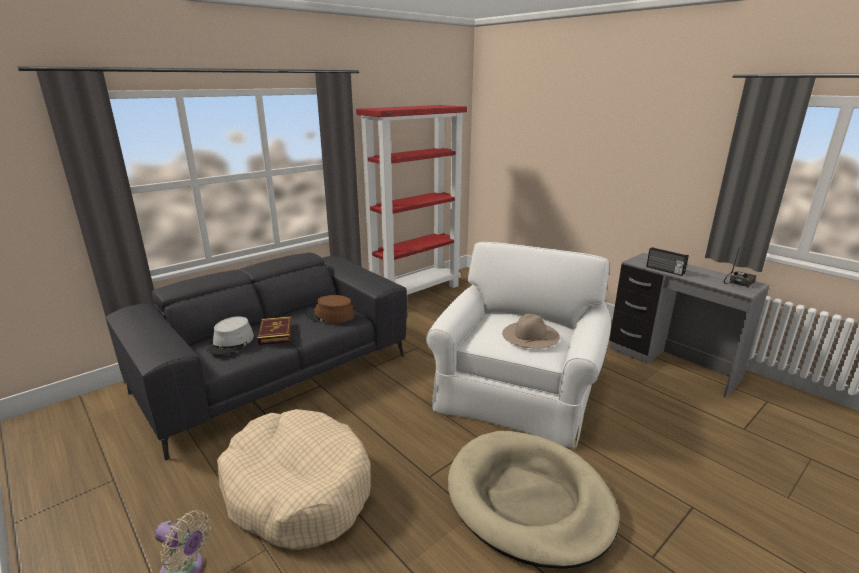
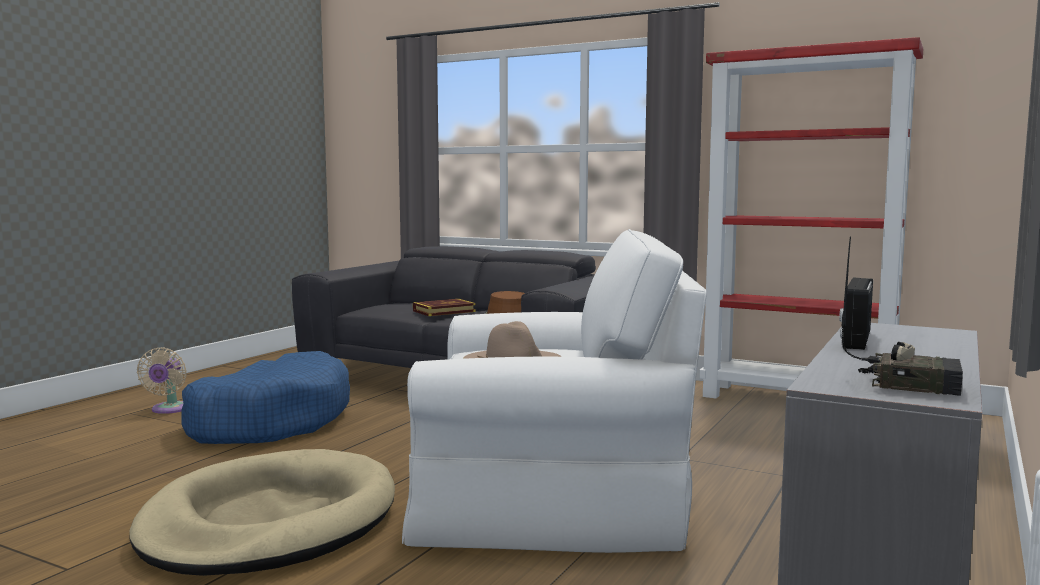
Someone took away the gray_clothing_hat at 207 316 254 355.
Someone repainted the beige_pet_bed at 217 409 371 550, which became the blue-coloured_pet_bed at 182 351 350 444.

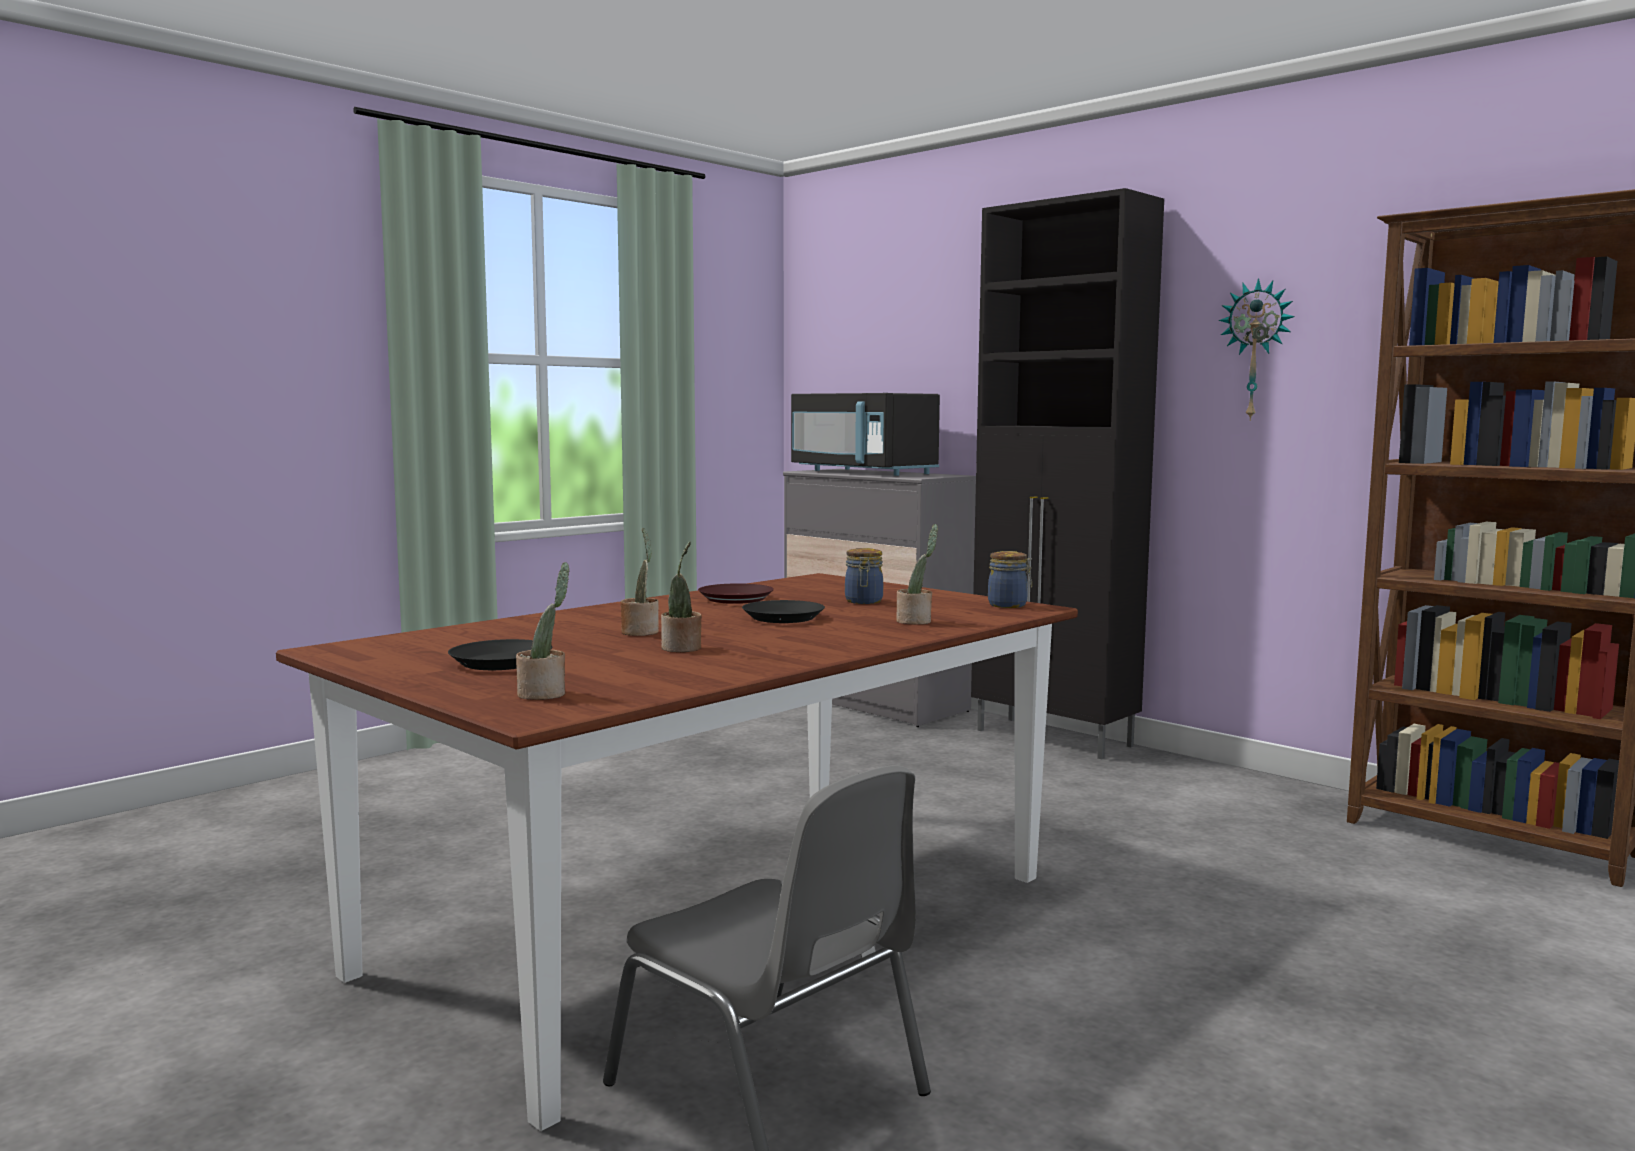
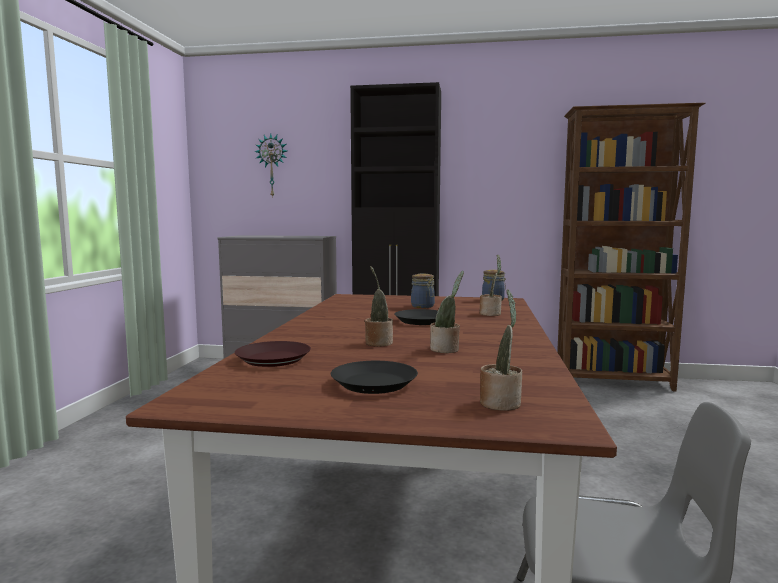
Someone took away the black-coloured_kitchen_microwave at 791 393 940 476.
Someone carried the brownish_dinner_plate from 698 583 774 604 to 235 341 311 367.
Someone carried the clock_on_the_wall from 1219 278 1295 421 to 254 134 287 198.

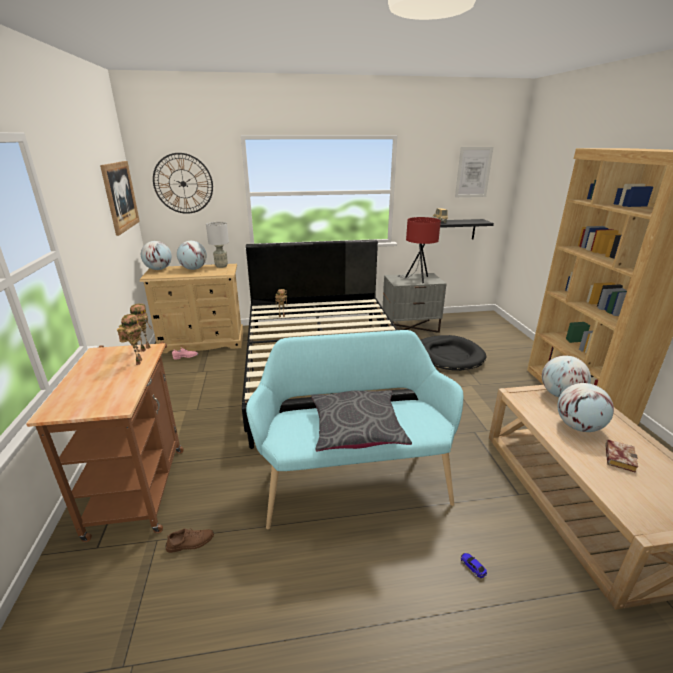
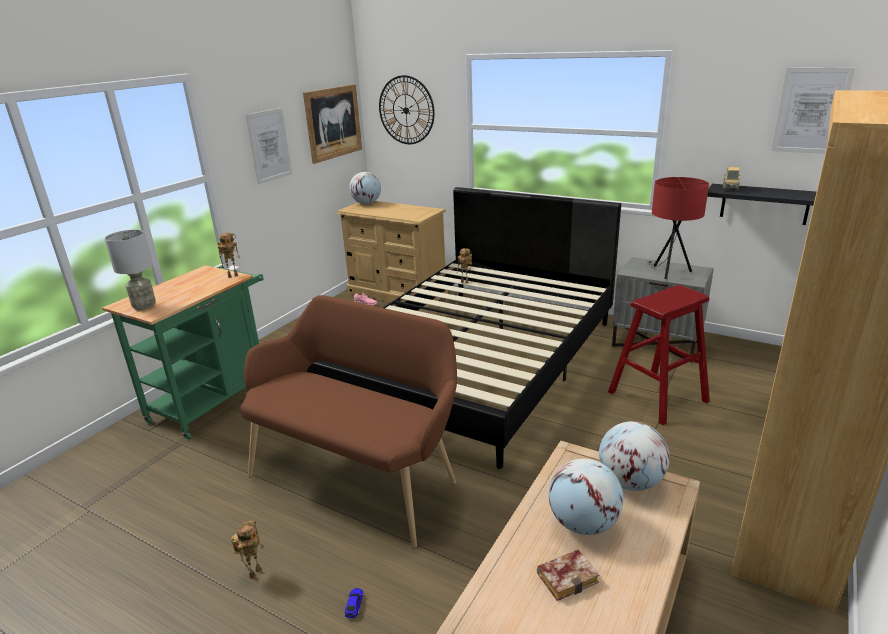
Someone took away the brownish_low_shoe at 166 528 214 553.
Someone took away the desk_globe at 177 241 207 270.
Someone took away the gray_cushion at 311 390 412 452.
Someone put up the picture at 246 108 292 184.
Someone carried the toy_robot from 117 314 142 365 to 231 521 264 579.
Someone carried the gray_tabletop_lamp from 206 222 229 268 to 104 230 156 310.
Someone swapped the black-coloured_pet_bed at 420 335 486 371 for the reddish_sitting_stool at 608 285 710 425.
Someone repainted the brownish_trolley at 26 341 184 542, which became the green_trolley at 102 265 264 440.
Someone repainted the turquoise-coloured_bench at 246 330 463 529, which became the brownish_bench at 240 295 457 548.

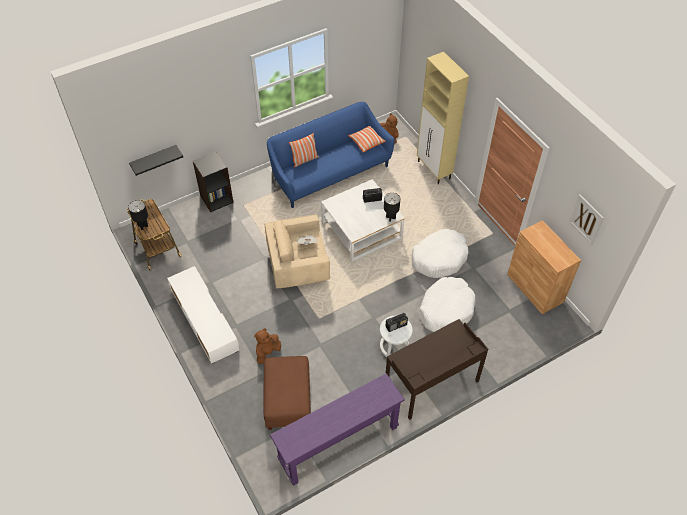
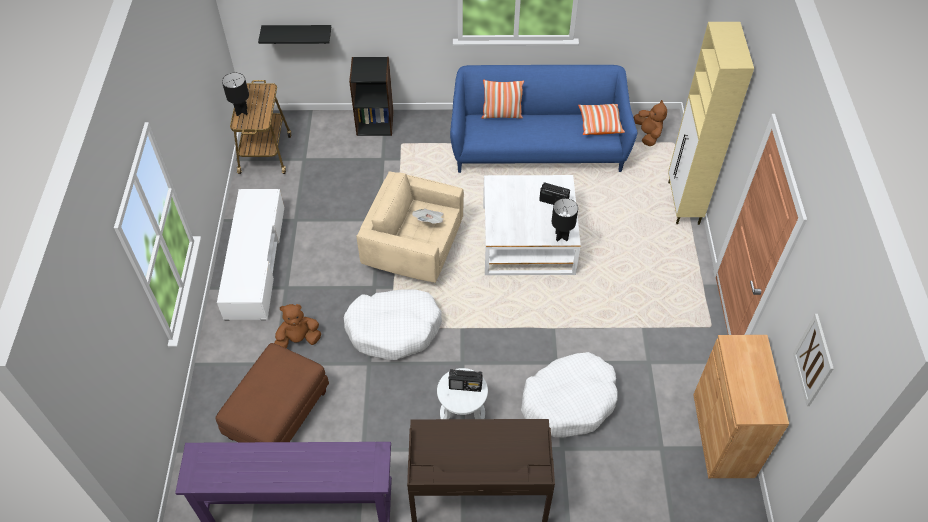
Someone carried the white_pet_bed from 411 229 469 278 to 343 290 442 360.

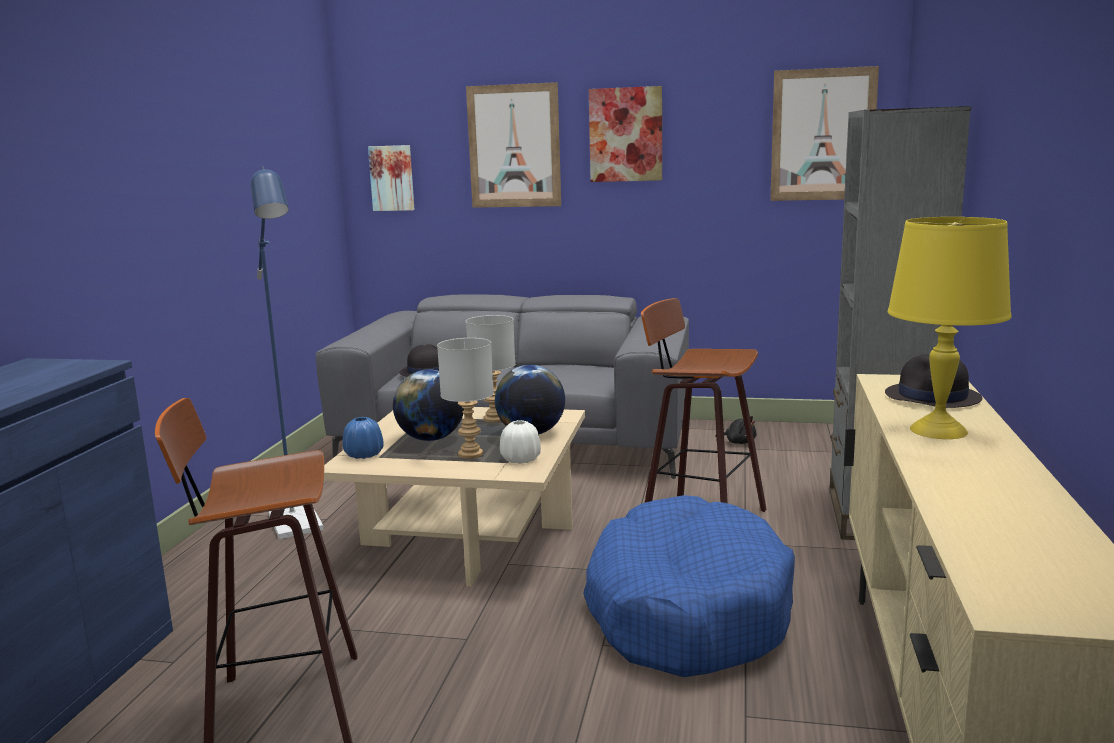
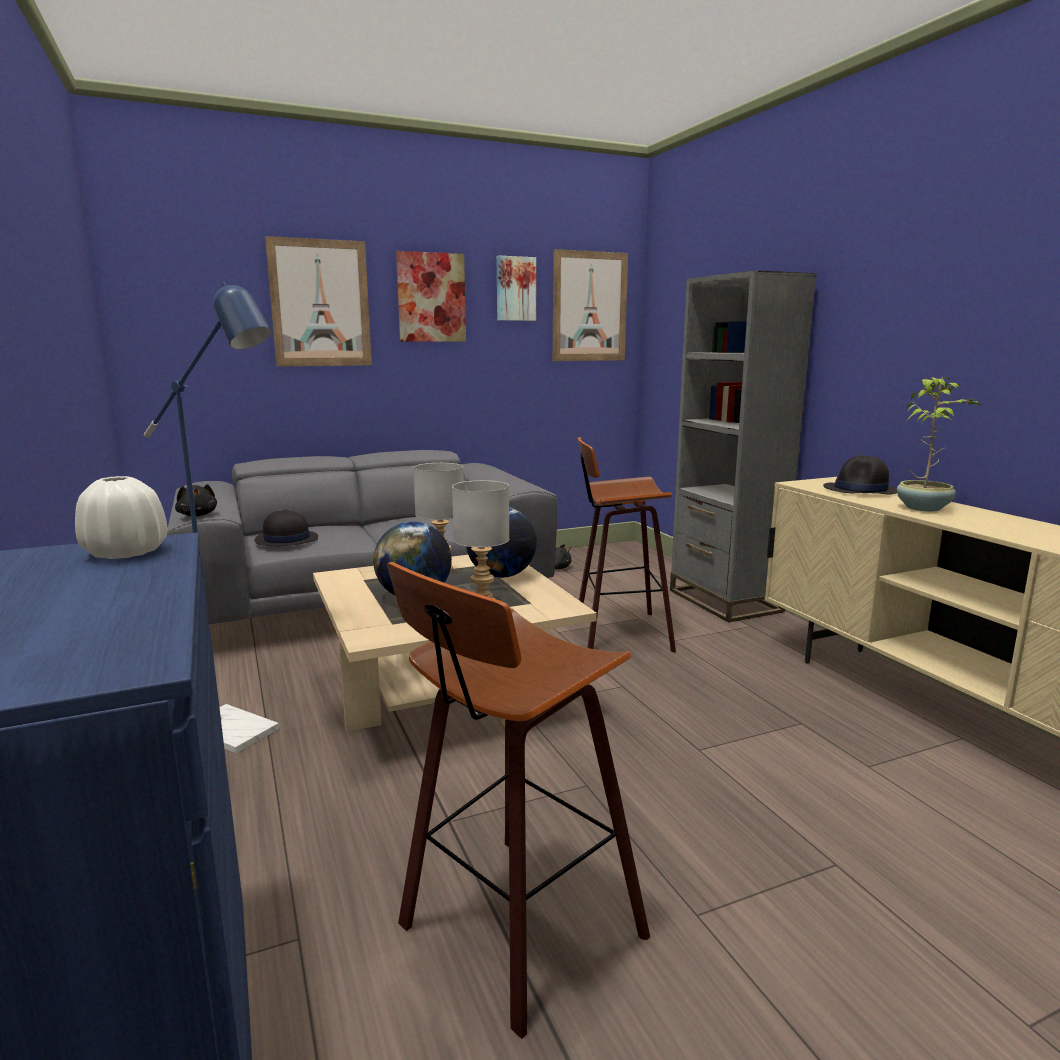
Someone took away the blue-coloured_decorative_vase at 343 417 384 459.
Someone took away the blue-coloured_pet_bed at 583 495 795 677.
Someone put down the black-coloured_plush_toy at 175 484 217 516.
Someone carried the picture from 368 145 415 211 to 497 256 536 321.
Someone carried the white_decorative_vase from 500 420 541 464 to 75 476 168 559.
Someone swapped the yellow_tabletop_lamp at 888 217 1012 439 for the plant_in_a_pot at 897 377 980 512.

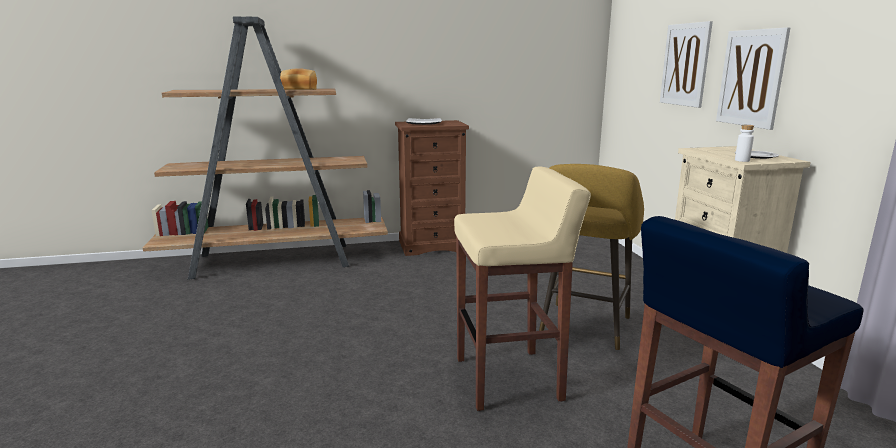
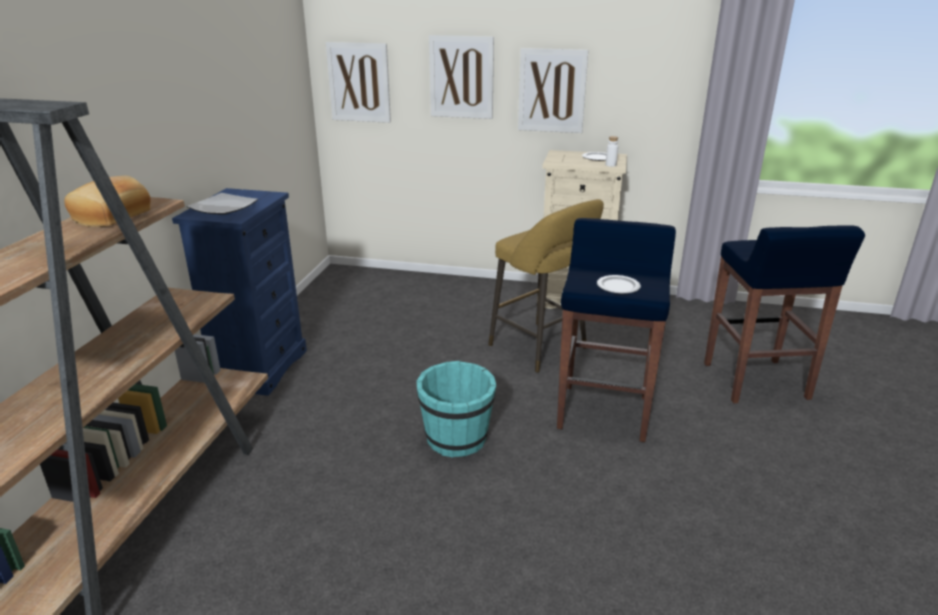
Someone put up the picture at 326 42 391 123.
Someone put down the turquoise-coloured_water_bucket at 416 361 496 457.
Someone put down the dinner_plate at 597 275 641 294.
Someone repainted the brownish_dresser at 395 120 469 256, which became the blue-coloured_dresser at 172 188 307 396.
Someone repainted the beige_sitting_stool at 454 167 591 411, which became the blue-coloured_sitting_stool at 557 218 676 442.

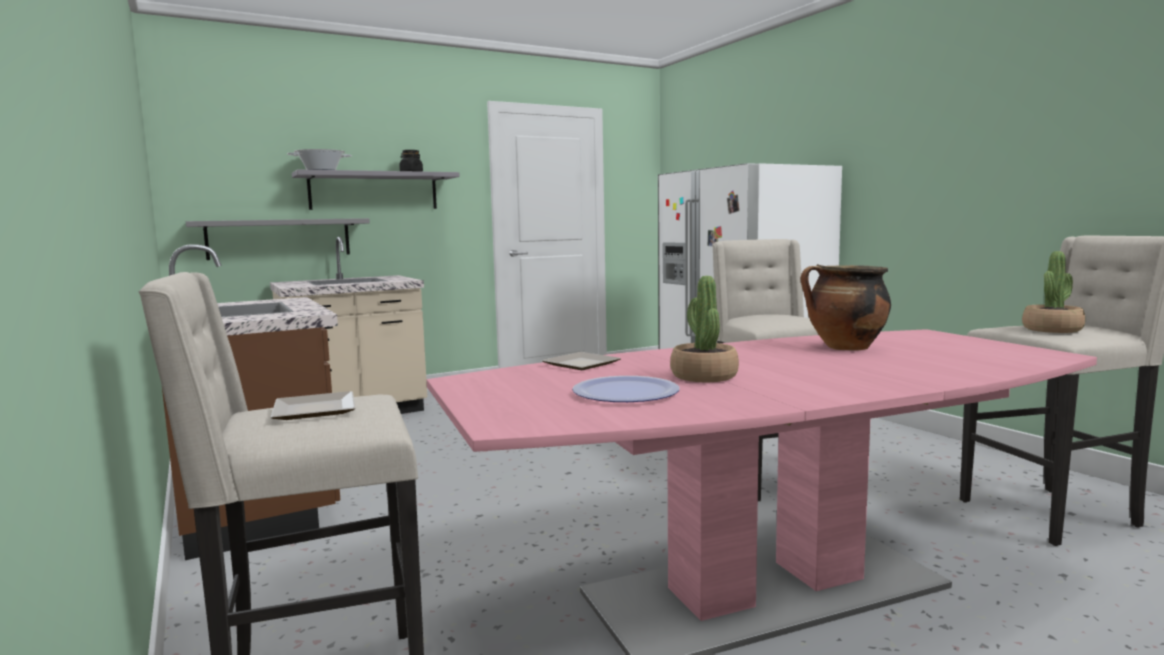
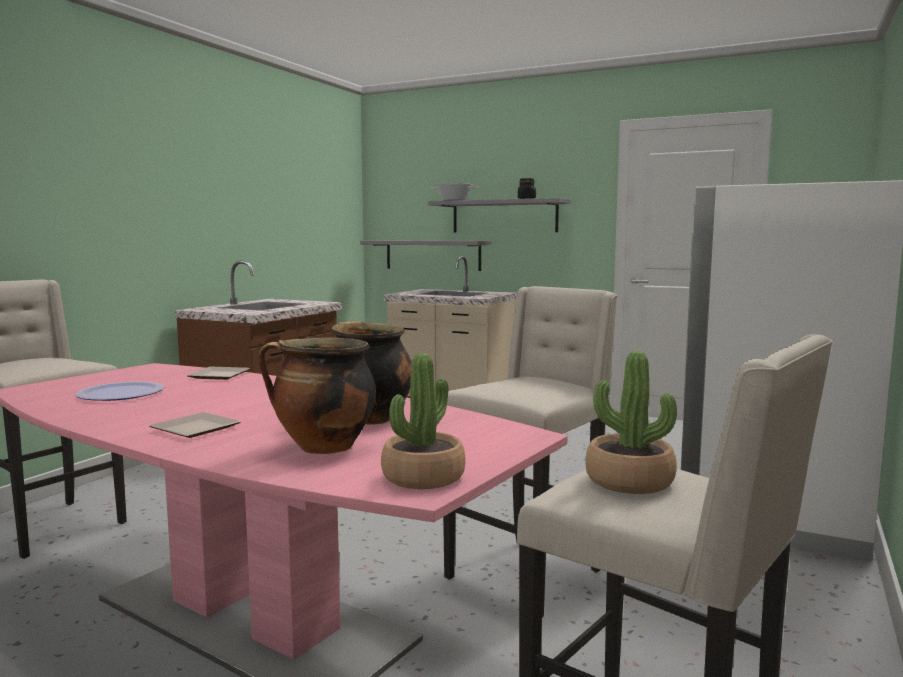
Someone put down the saucepot at 258 337 376 454.
Someone carried the dinner_plate from 271 391 355 420 to 149 412 241 438.
Someone carried the plant_in_a_pot from 670 276 739 382 to 381 353 466 489.

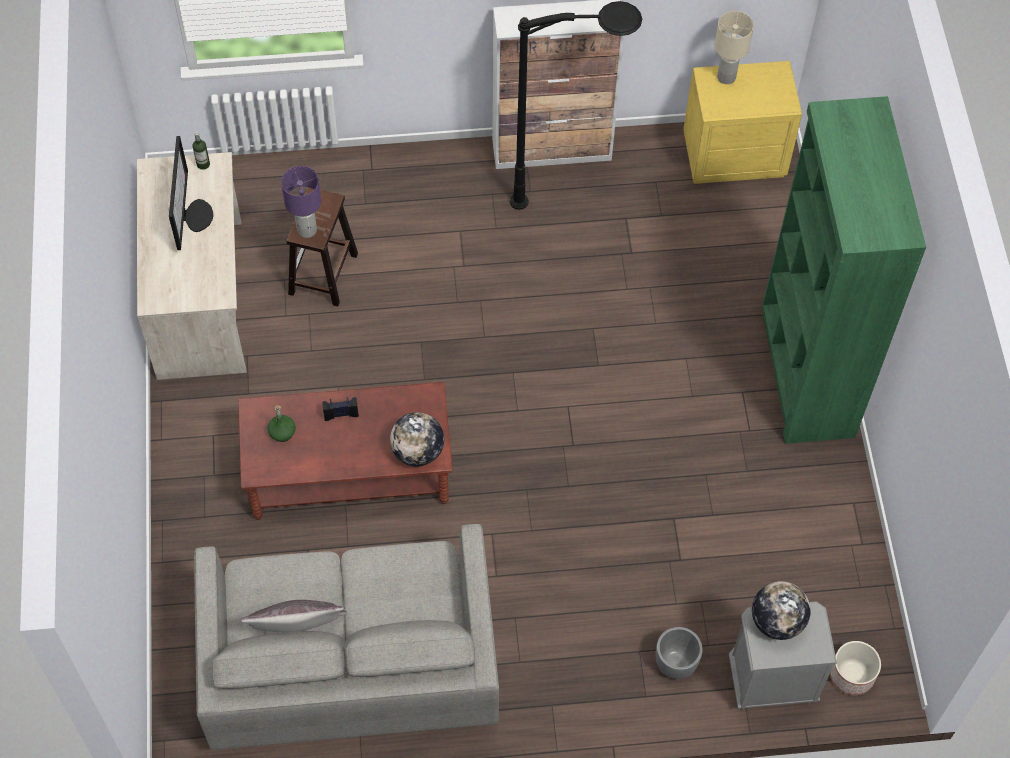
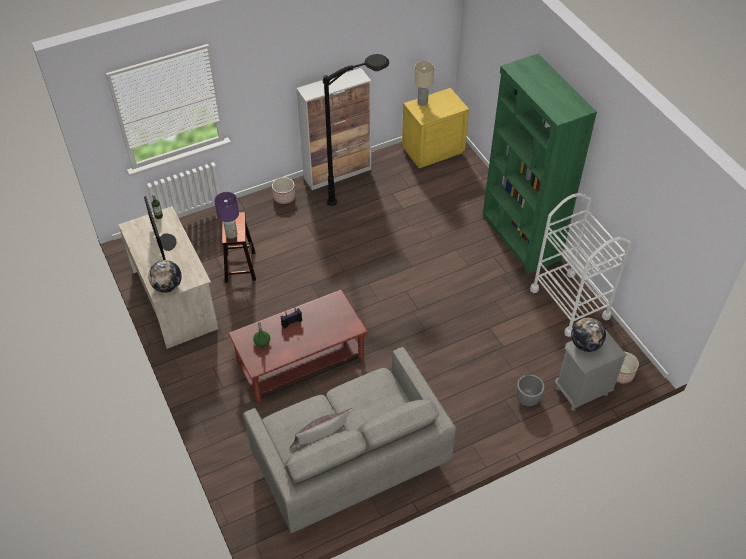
Someone put down the flower_pot at 272 177 295 204.
Someone put down the white_trolley at 530 193 631 337.
Someone carried the desk_globe from 390 412 444 467 to 148 260 182 293.

